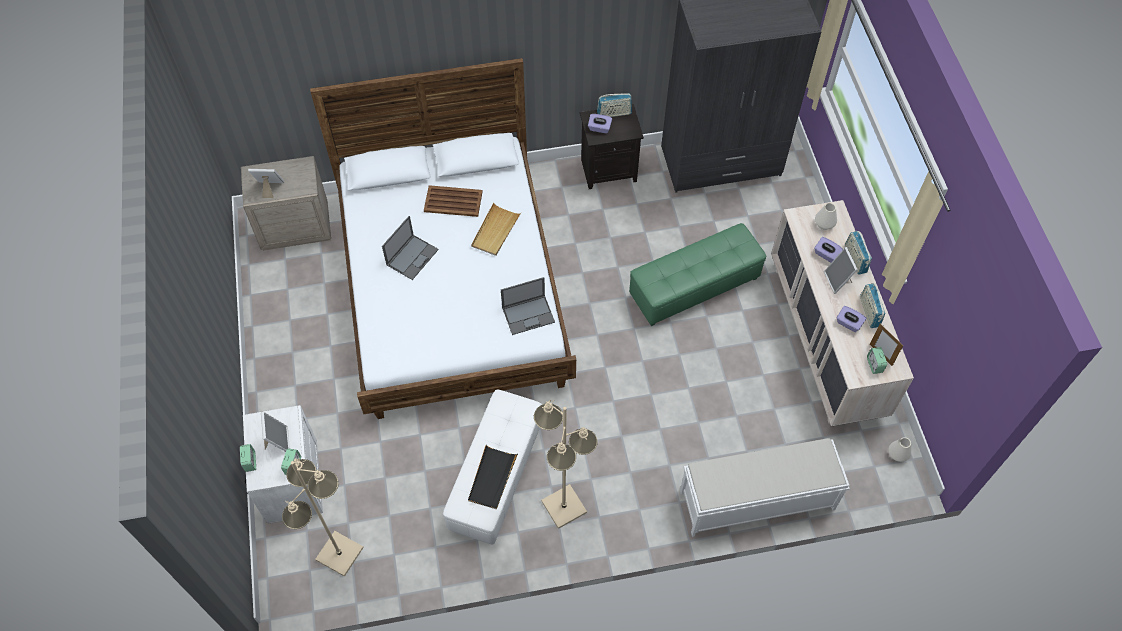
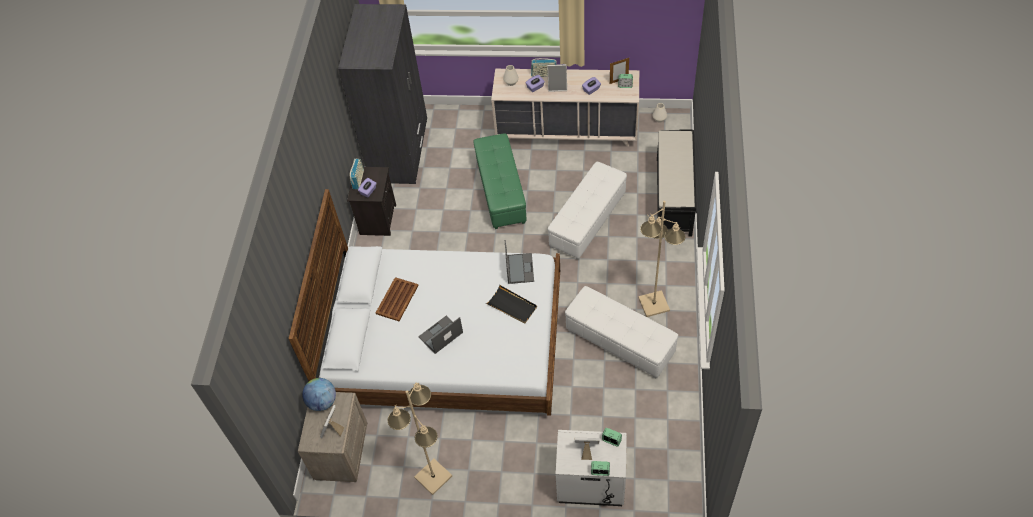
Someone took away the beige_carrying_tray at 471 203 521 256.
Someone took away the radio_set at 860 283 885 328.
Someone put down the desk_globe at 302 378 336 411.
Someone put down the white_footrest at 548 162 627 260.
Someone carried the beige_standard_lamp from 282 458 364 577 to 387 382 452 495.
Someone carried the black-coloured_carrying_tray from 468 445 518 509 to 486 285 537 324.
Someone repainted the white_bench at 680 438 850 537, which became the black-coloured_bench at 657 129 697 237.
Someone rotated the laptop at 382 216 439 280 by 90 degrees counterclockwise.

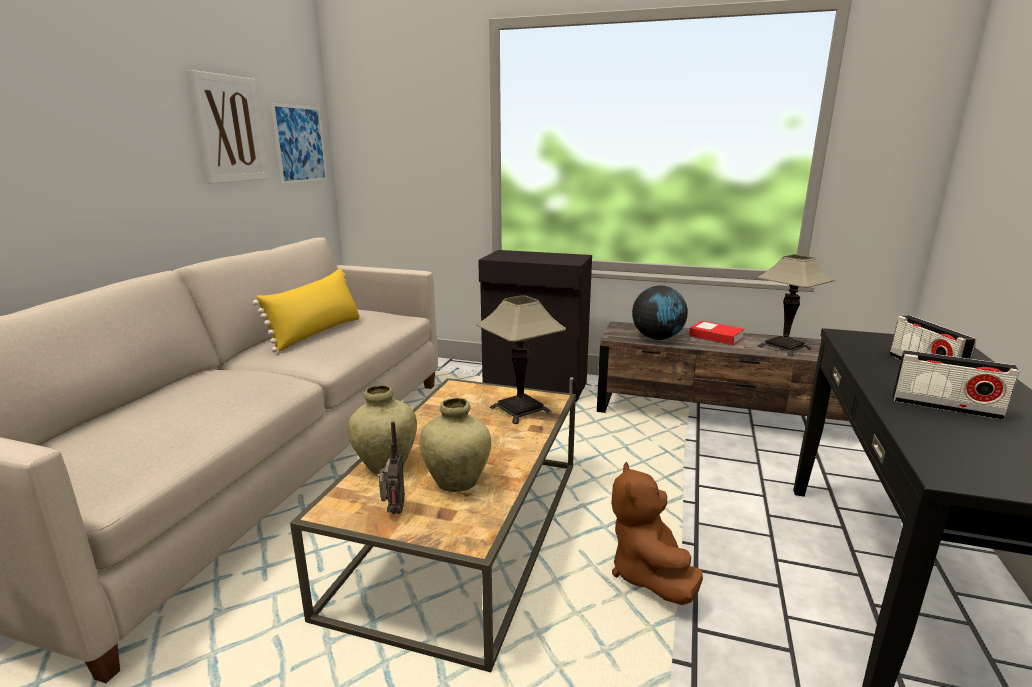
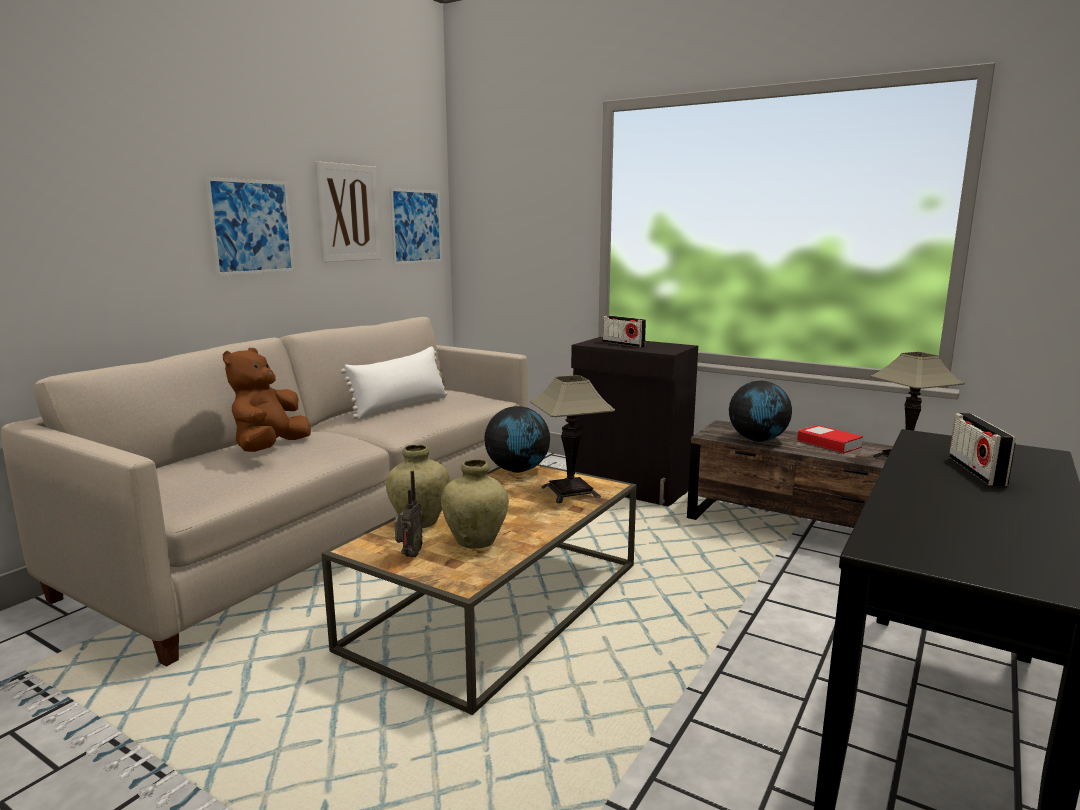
Someone put up the picture at 205 177 294 276.
Someone put down the desk_globe at 484 406 550 473.
Someone carried the brownish_plush_toy from 611 462 703 605 to 223 348 311 452.
Someone carried the radio_set from 893 350 1020 420 to 603 315 646 347.
Someone repainted the yellow_cushion at 253 269 360 352, which became the white_cushion at 341 346 447 419.

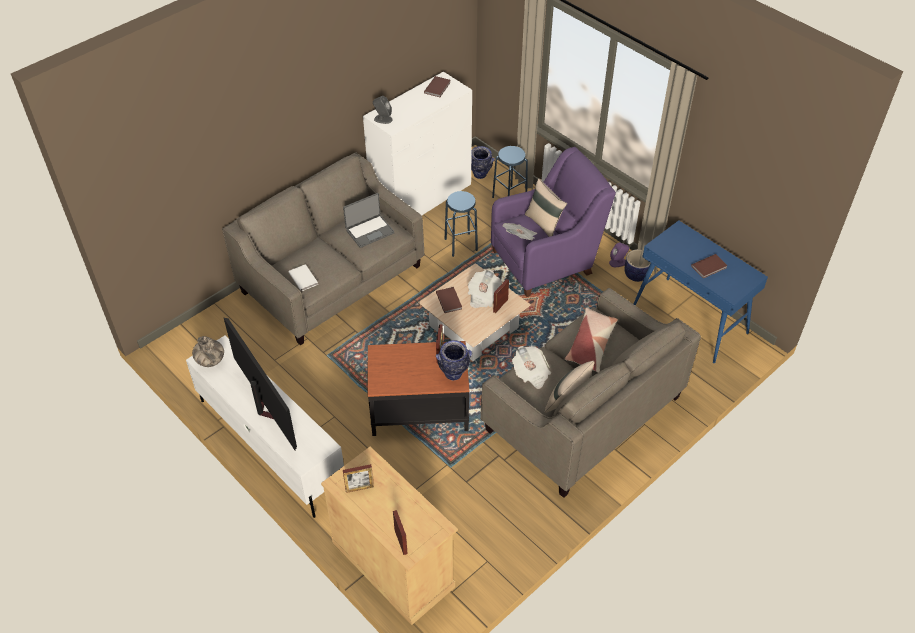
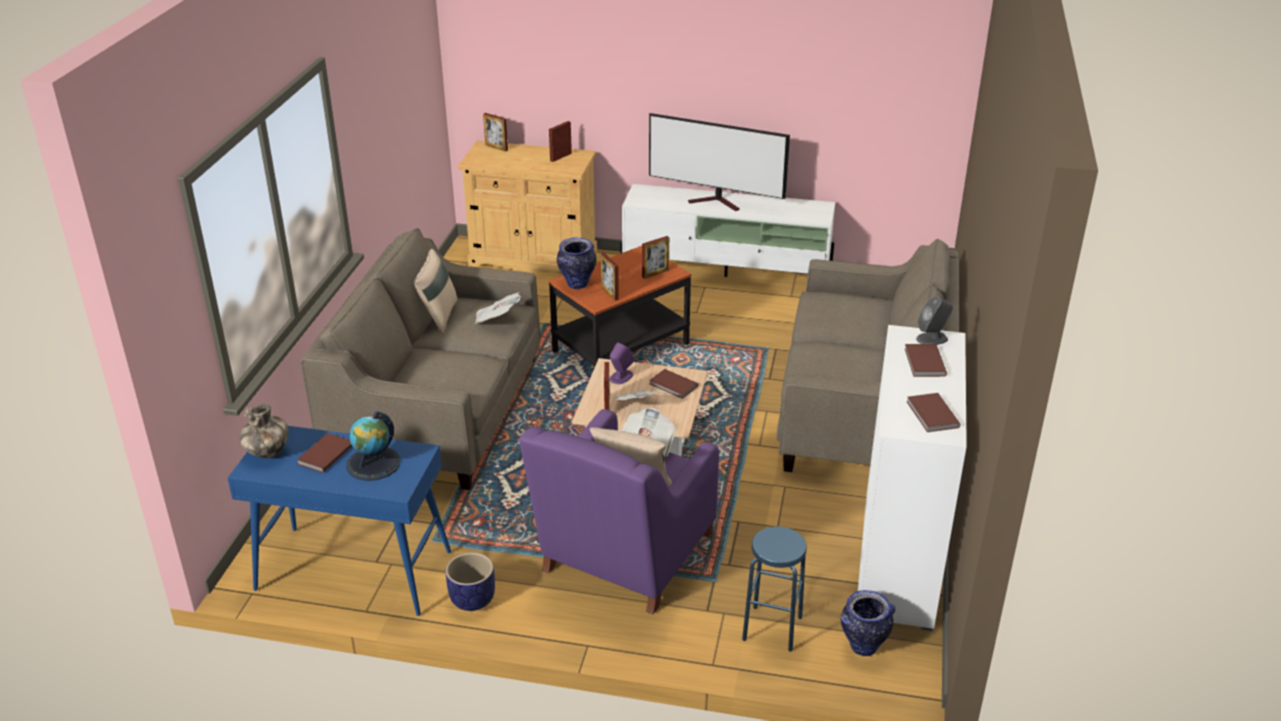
Someone took away the white_volume at 288 264 318 291.
Someone took away the laptop at 343 193 395 248.
Someone took away the blue-coloured_sitting_stool at 444 191 478 257.
Someone took away the cushion at 565 308 618 373.
Someone put down the desk_globe at 346 411 400 481.
Someone put down the picture_frame at 642 236 669 279.
Someone put down the brownish_volume at 905 344 947 377.
Someone carried the decorative_vase from 192 336 224 367 to 239 404 289 458.
Someone carried the purple-coloured_loudspeaker from 609 242 629 267 to 609 342 634 384.

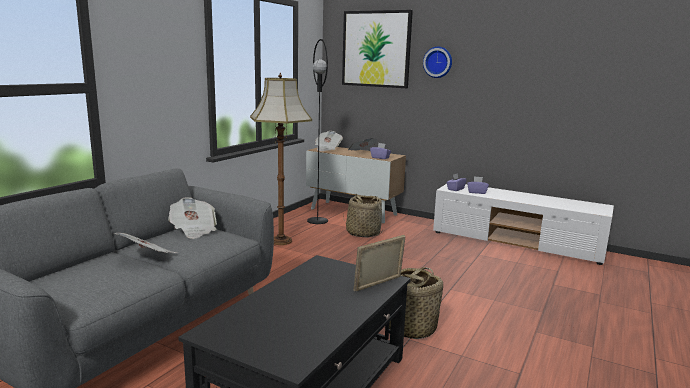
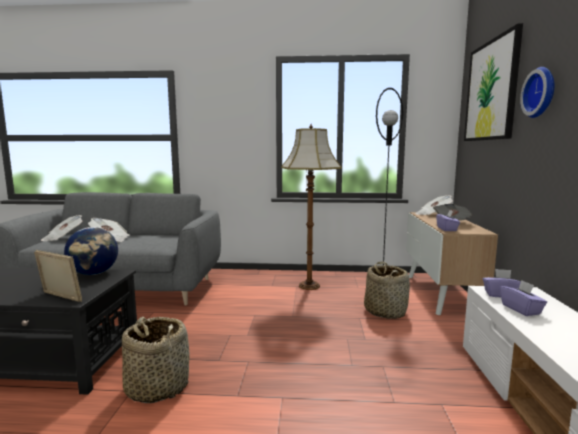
Someone put down the desk_globe at 64 227 118 275.
Someone carried the daily_paper from 168 197 217 239 to 41 215 83 241.

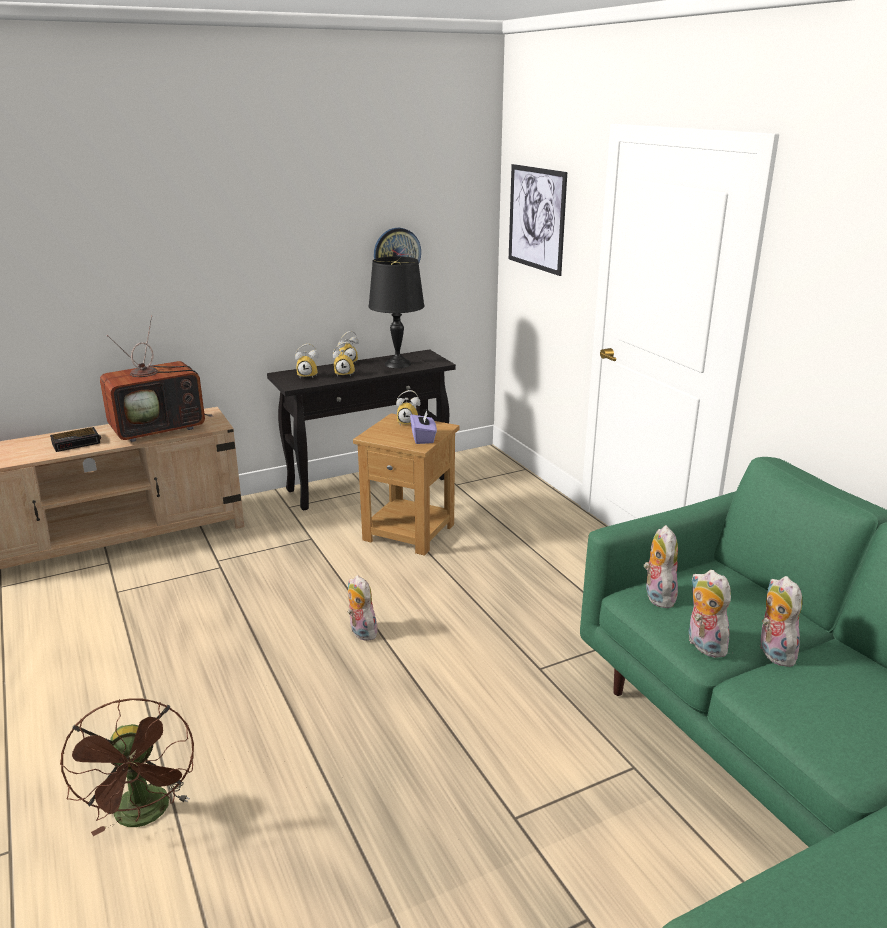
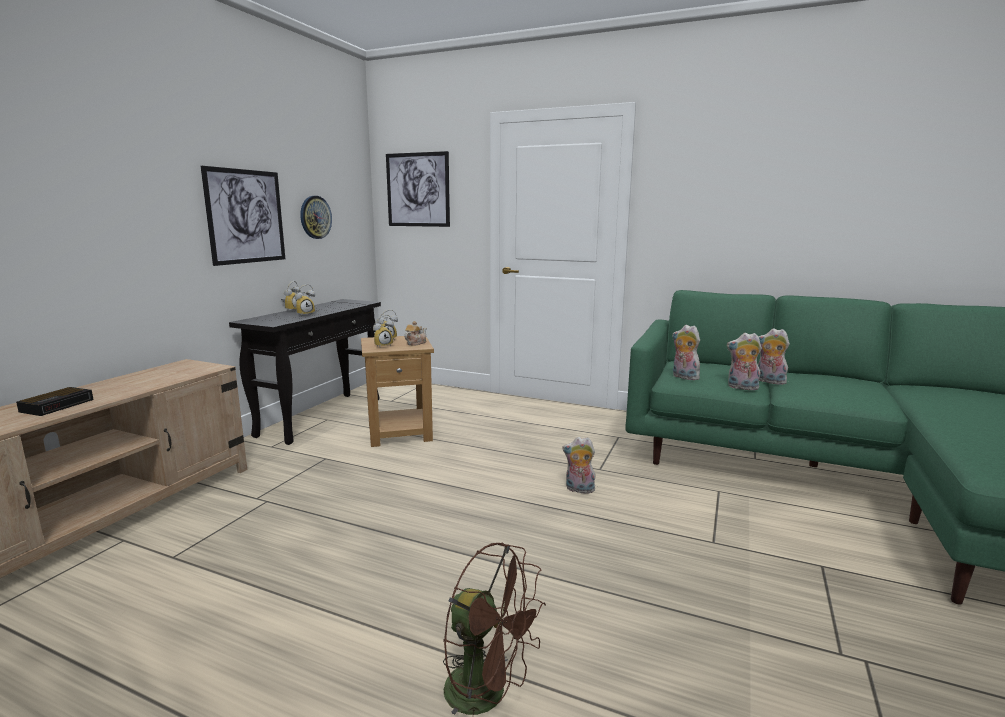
Someone took away the television at 100 316 213 442.
Someone took away the black-coloured_tabletop_lamp at 368 256 424 368.
Someone put up the picture at 201 166 285 266.
Someone carried the alarm_clock from 295 344 319 378 to 373 314 394 347.
Someone carried the plush_toy from 347 575 377 641 to 562 437 595 494.
Someone swapped the purple-coloured_box_of_tissues at 410 410 437 444 for the tea_pot at 404 321 427 346.

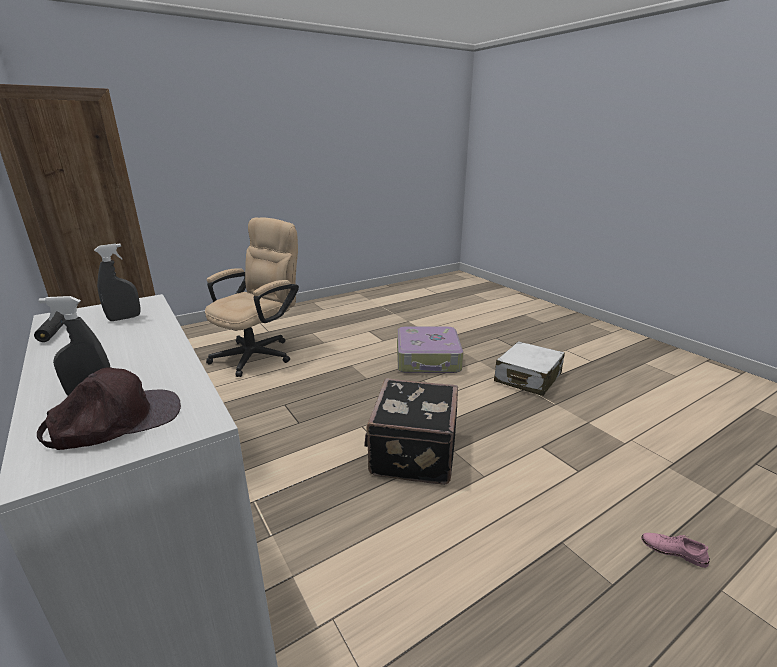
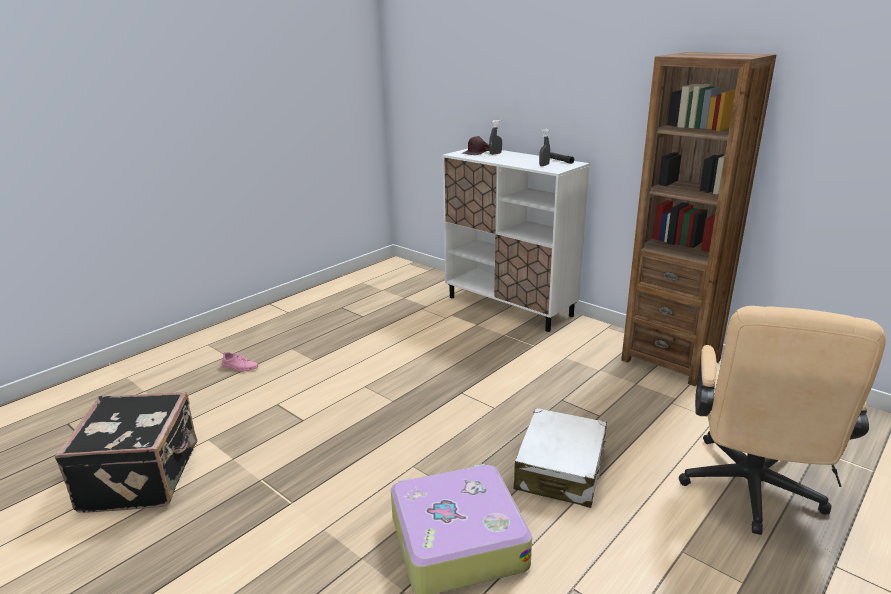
Someone carried the black-coloured_travel_case from 364 378 458 485 to 55 392 198 513.
Someone carried the white_travel_case from 494 341 565 396 to 513 408 607 508.

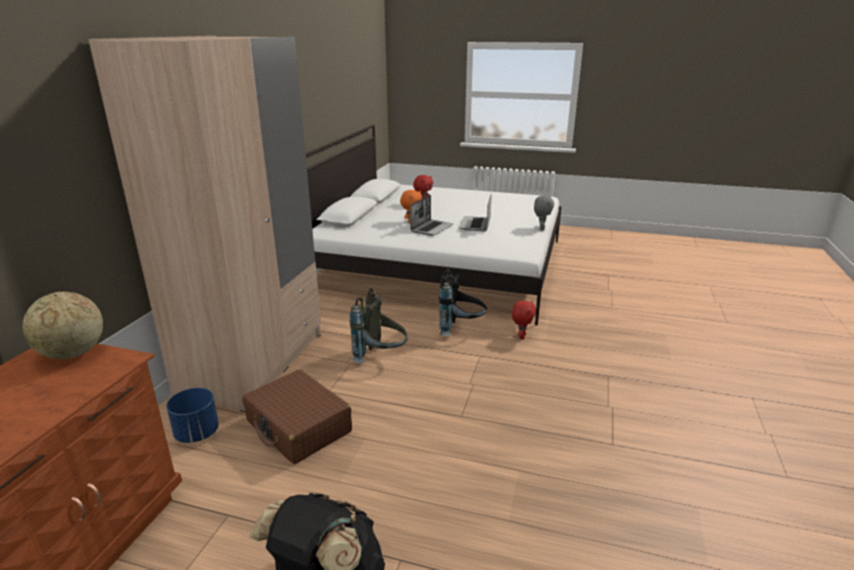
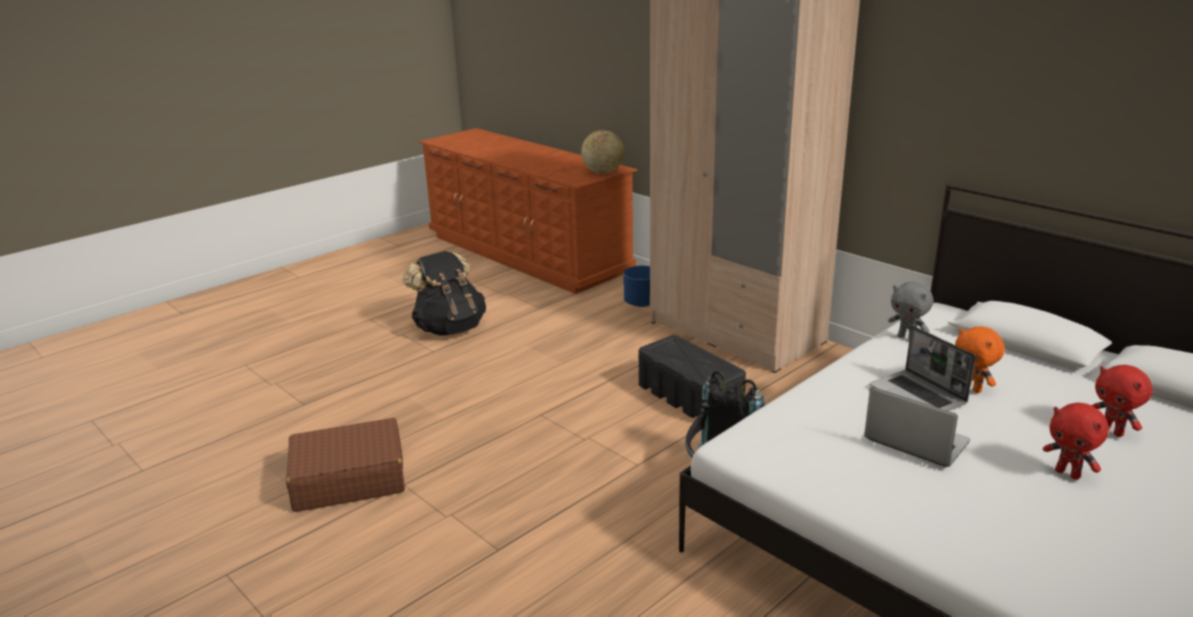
Someone carried the brownish_travel_case from 242 369 352 464 to 286 418 405 512.
Someone carried the reddish_plush_toy from 512 300 536 339 to 1043 402 1109 480.
Someone carried the gray_plush_toy from 534 196 554 230 to 888 281 933 339.
Someone swapped the gray_rucksack at 350 288 408 363 for the black-coloured_storage_box at 639 335 746 418.

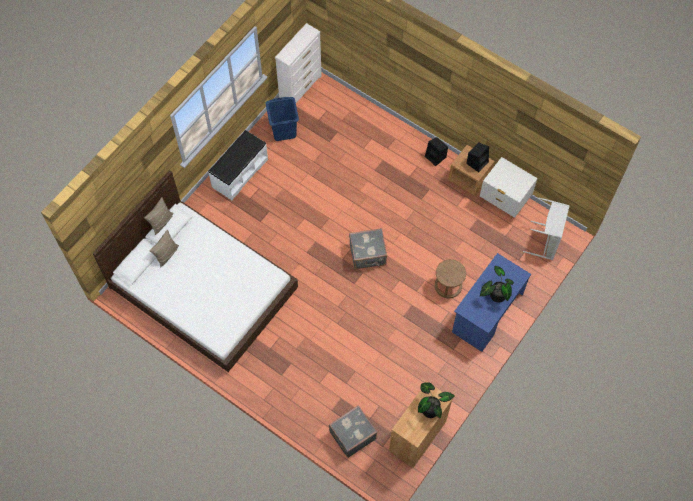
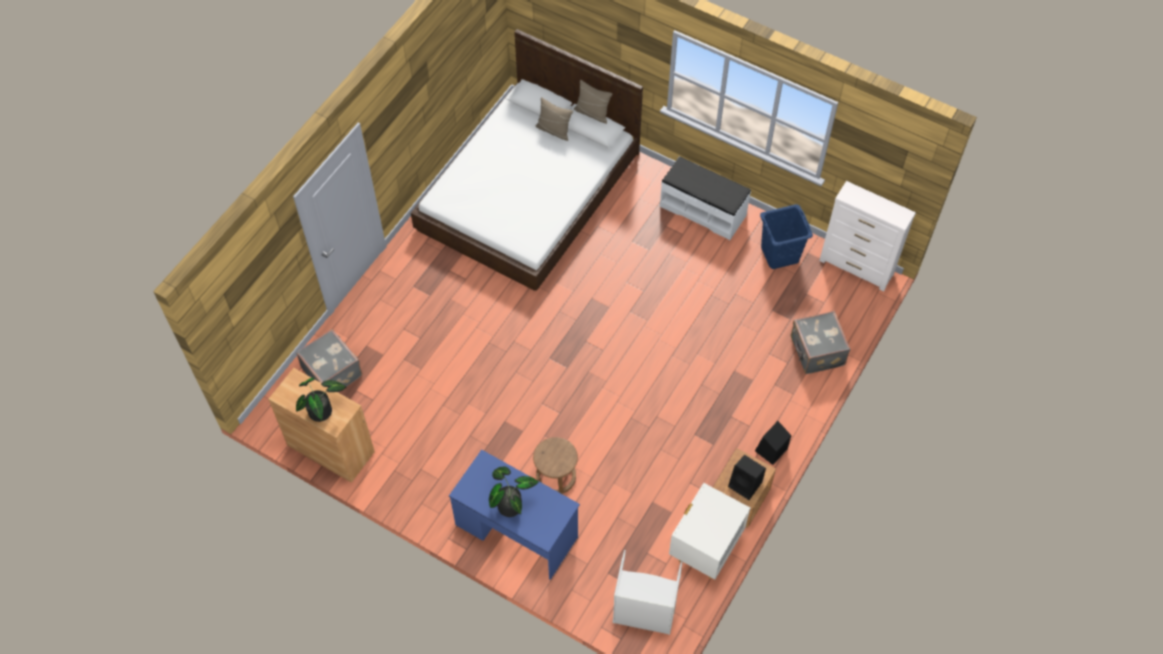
Someone carried the gray_travel_case from 349 228 387 269 to 791 311 850 374.

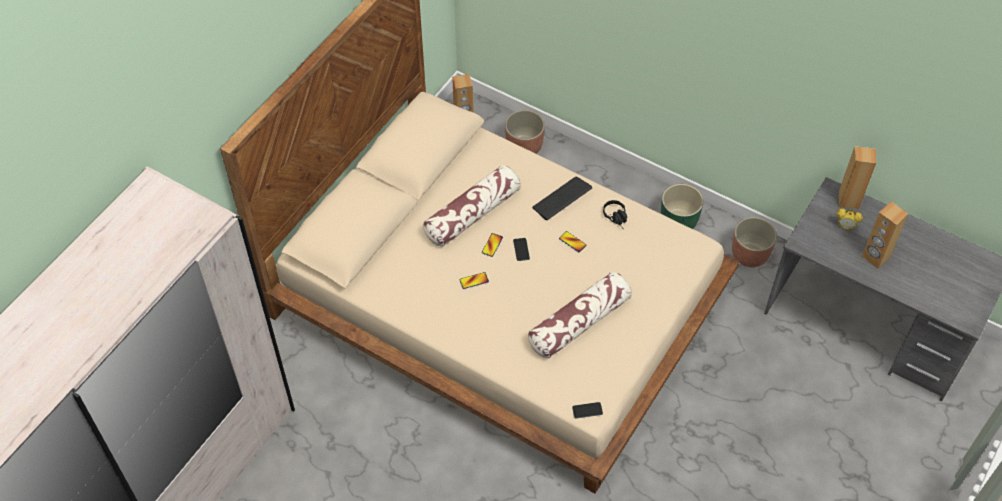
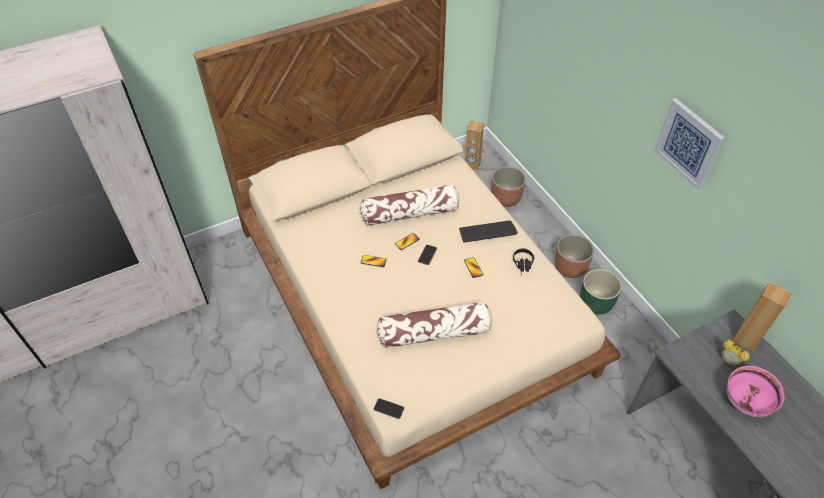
Someone put up the picture at 654 98 725 190.
Someone carried the flower_pot from 732 217 777 267 to 555 234 594 278.
Someone swapped the brownish_loudspeaker at 861 201 908 269 for the pinkish_serving_bowl at 726 366 784 417.

